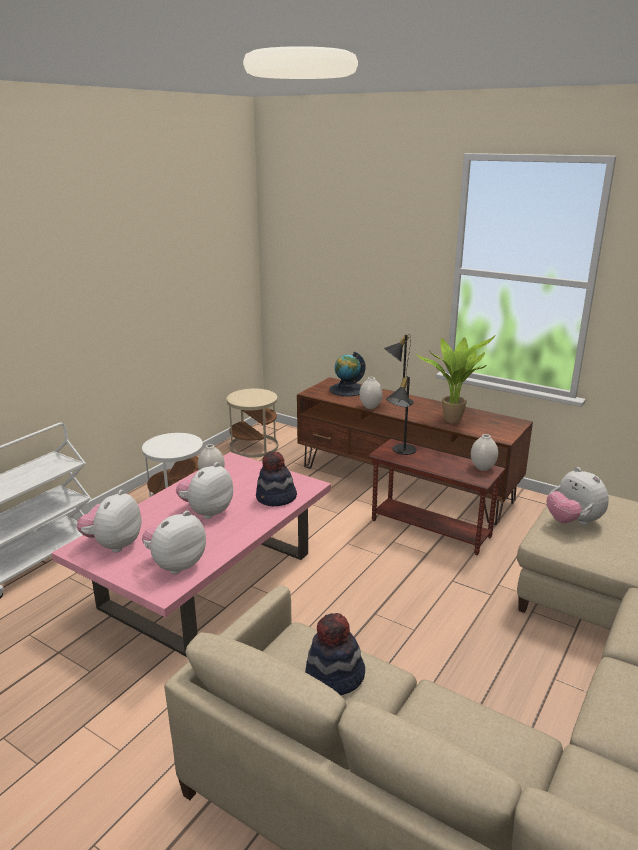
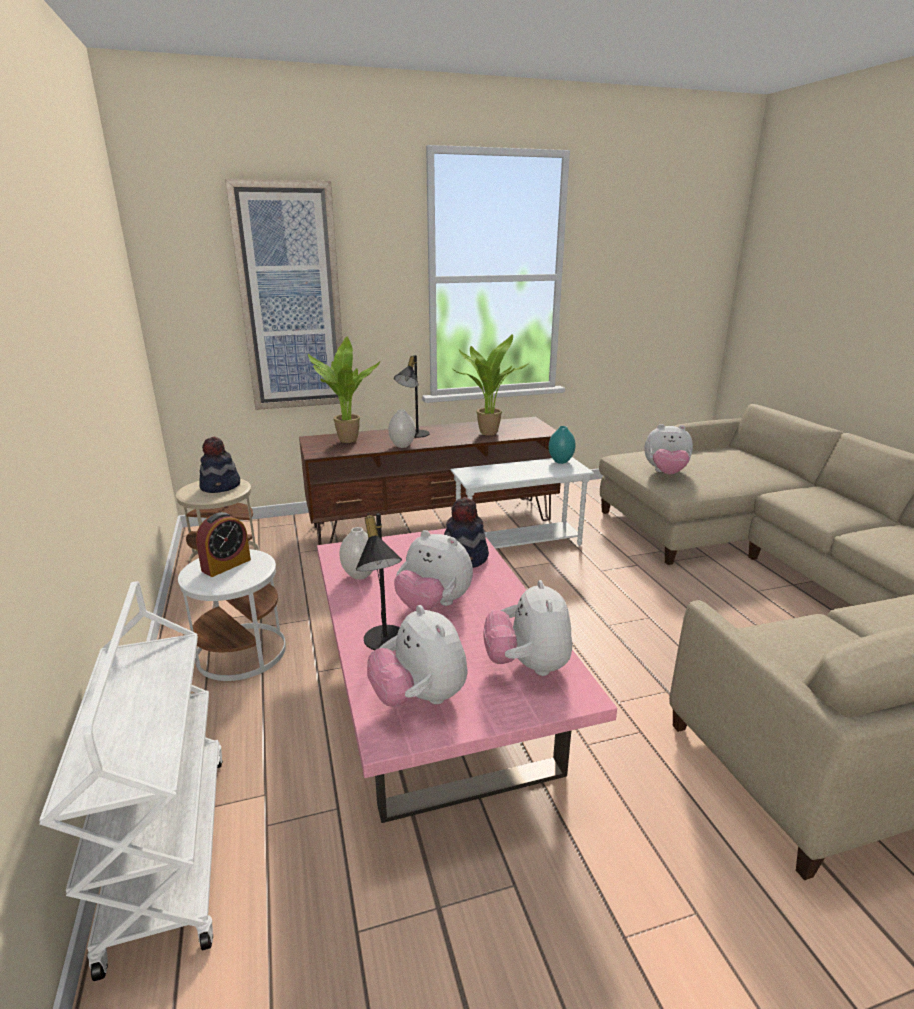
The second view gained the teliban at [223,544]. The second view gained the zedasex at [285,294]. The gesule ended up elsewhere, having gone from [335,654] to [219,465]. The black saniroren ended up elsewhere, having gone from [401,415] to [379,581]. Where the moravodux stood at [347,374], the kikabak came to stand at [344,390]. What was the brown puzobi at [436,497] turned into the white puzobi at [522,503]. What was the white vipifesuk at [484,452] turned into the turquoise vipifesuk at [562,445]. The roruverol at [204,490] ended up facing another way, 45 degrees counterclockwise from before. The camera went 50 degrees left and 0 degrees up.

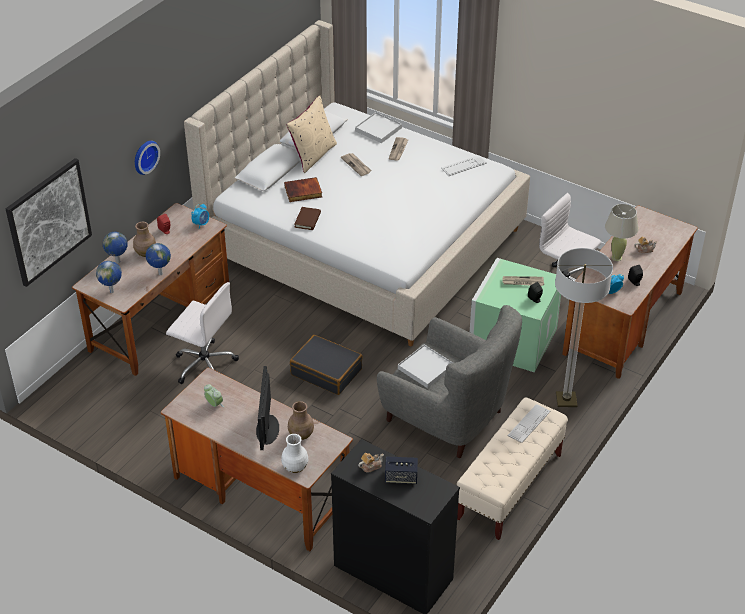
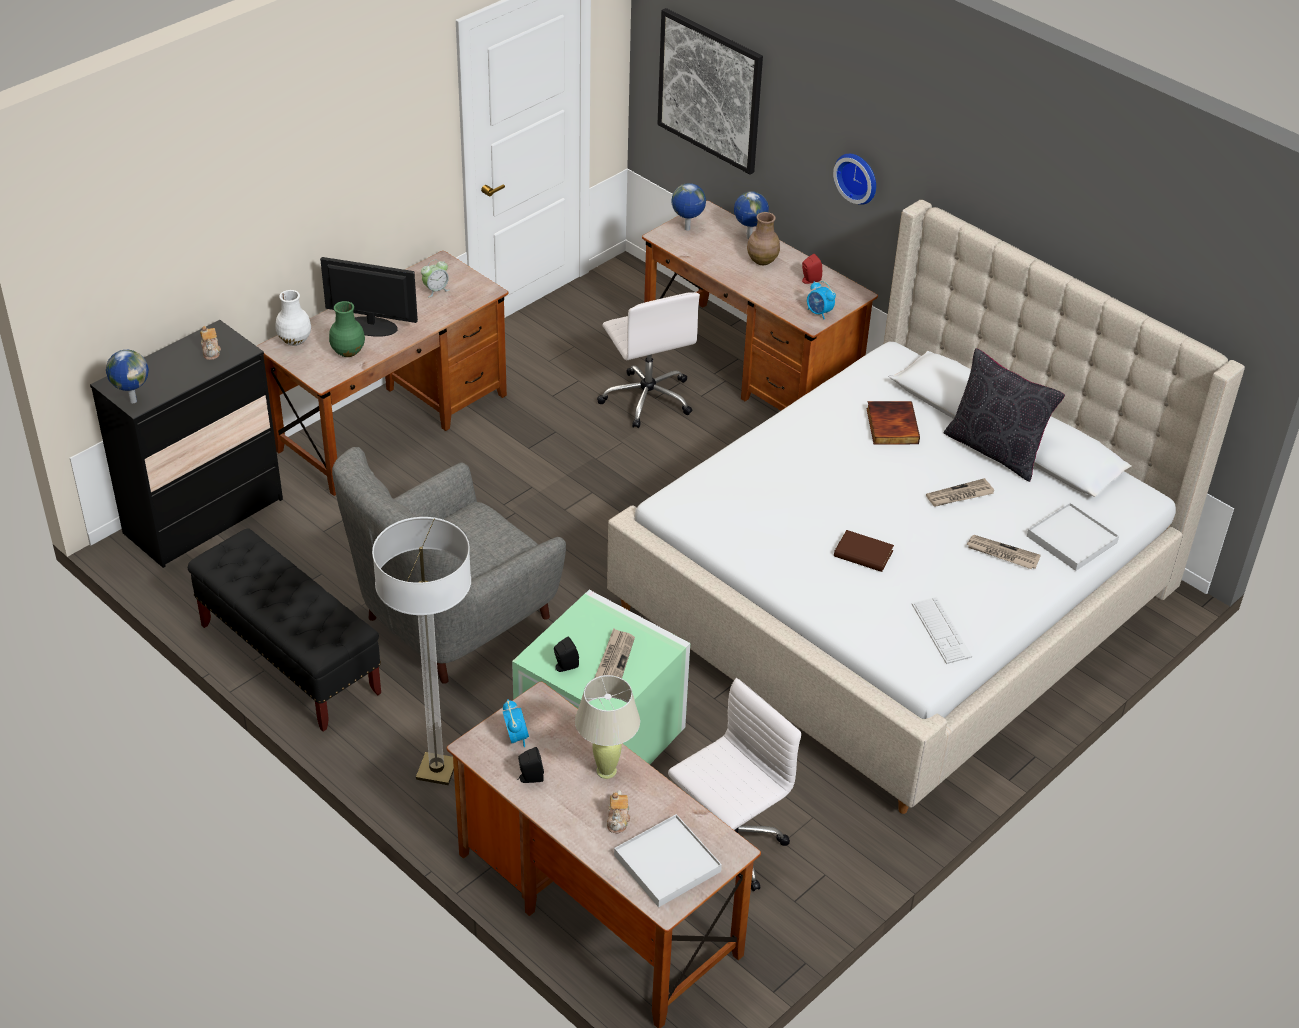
The second view lost the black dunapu at [326,365]. The second view lost the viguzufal at [401,470]. The second view lost the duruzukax at [529,423]. The moravodux ended up elsewhere, having gone from [158,259] to [127,376]. The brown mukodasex ended up elsewhere, having gone from [307,218] to [864,551]. The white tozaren ended up elsewhere, having gone from [425,366] to [668,860]. What was the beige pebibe at [312,134] turned into the black pebibe at [1004,415]. What was the brown vipifesuk at [301,420] turned into the green vipifesuk at [347,329]. What was the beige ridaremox at [512,468] turned into the black ridaremox at [284,630]. The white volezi at [202,333] ended up facing another way, 60 degrees counterclockwise from before. The camera went 100 degrees right and 0 degrees up.

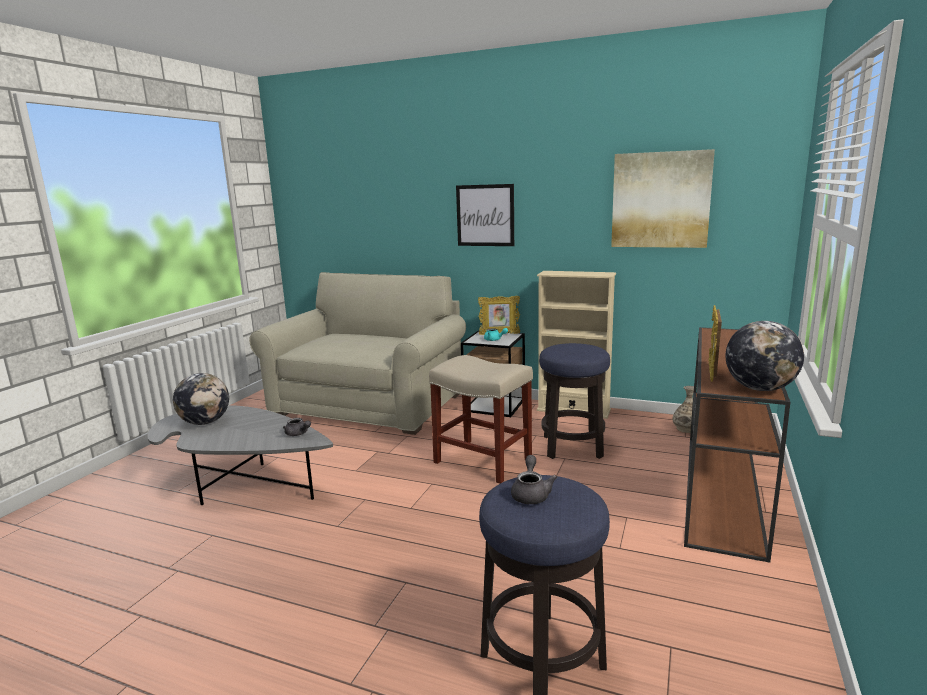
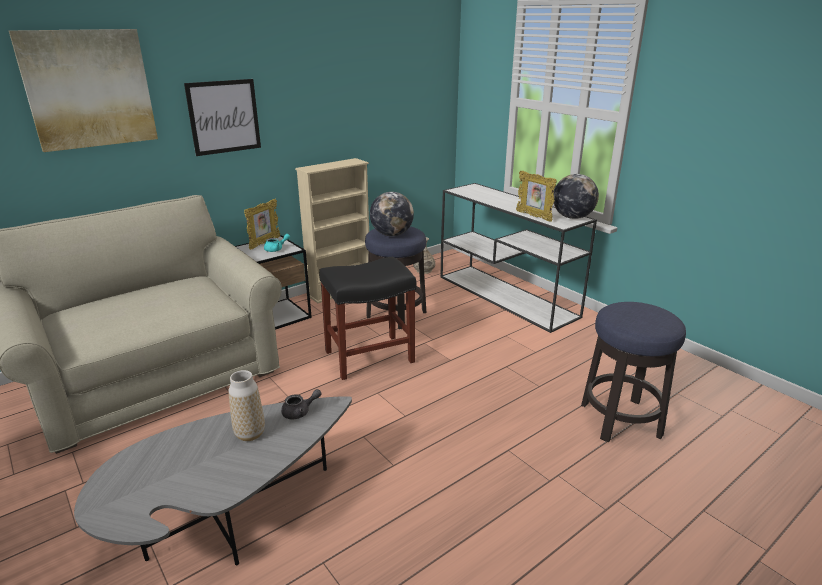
The second view lost the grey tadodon at [534,479]. The second view gained the vipifesuk at [247,405]. The moravodux ended up elsewhere, having gone from [201,399] to [392,214]. The zedasex ended up elsewhere, having gone from [663,198] to [83,90]. What was the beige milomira at [481,419] turned into the black milomira at [367,318]. What was the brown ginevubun at [737,445] turned into the white ginevubun at [519,258]. The camera went 60 degrees left and 10 degrees up.

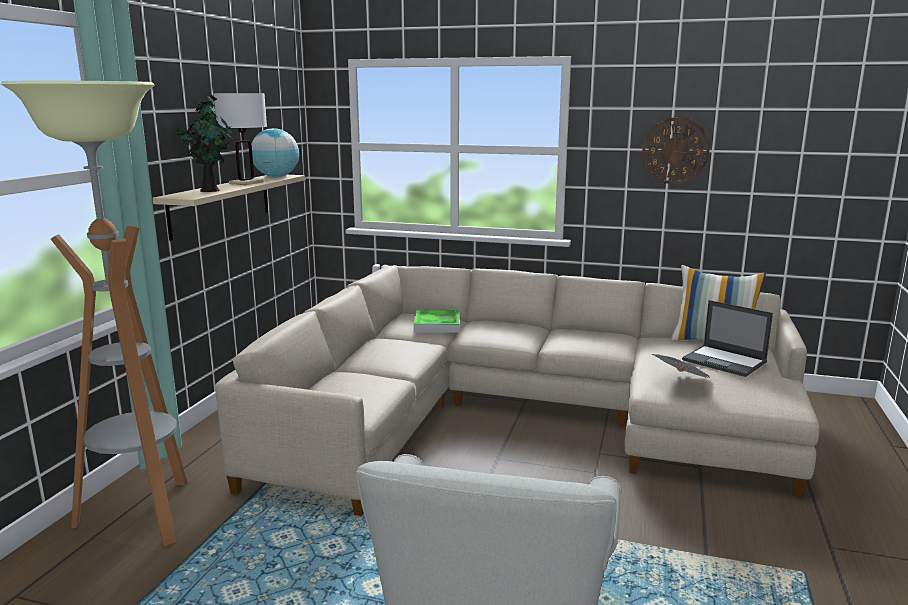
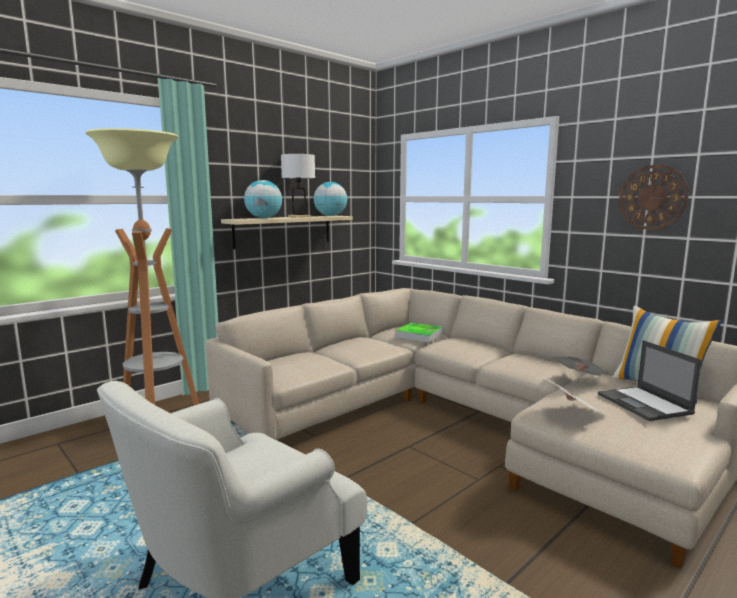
The second view gained the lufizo at [580,366]. Where the kikabak stood at [203,143], the moravodux came to stand at [263,199]. The camera went 30 degrees right and 5 degrees down.

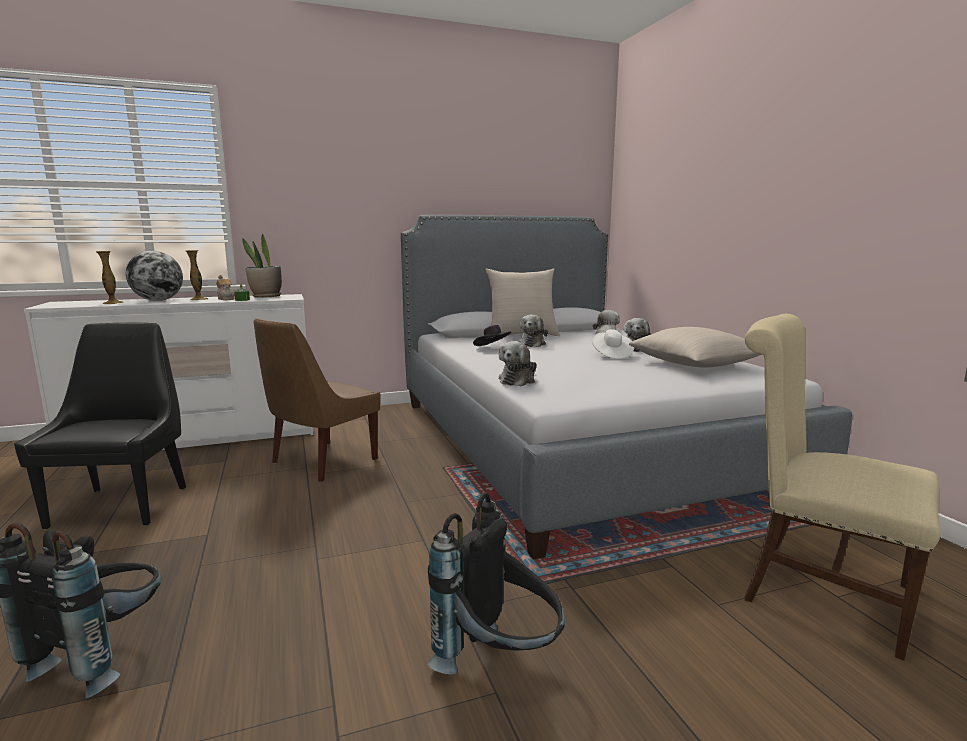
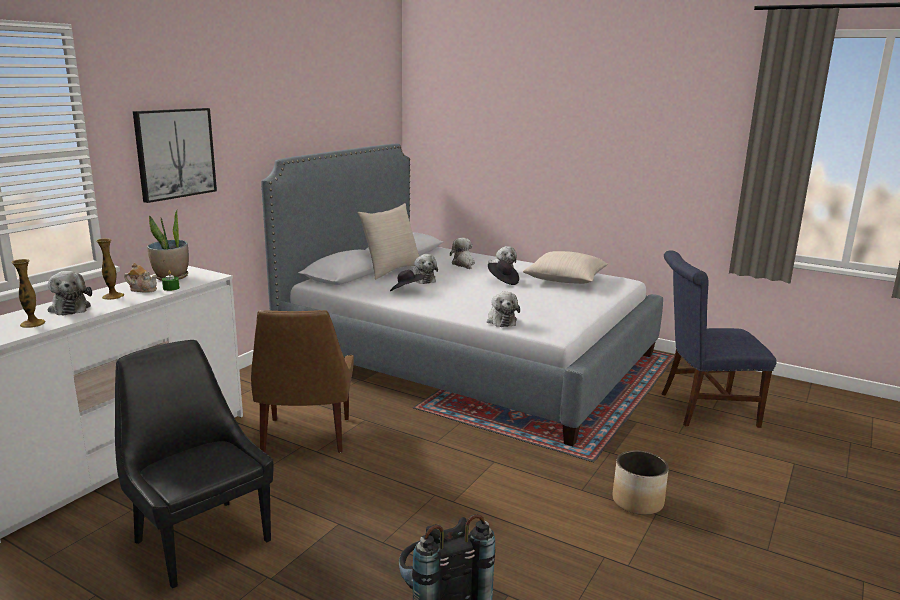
The second view gained the zedasex at [175,155]. Where the moravodux stood at [154,275], the roruverol came to stand at [70,293]. Where the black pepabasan stood at [496,583], the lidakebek came to stand at [641,483]. What was the white gesule at [612,344] turned into the black gesule at [503,272]. What was the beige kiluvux at [842,487] turned into the blue kiluvux at [719,339]. The camera went 40 degrees left and 5 degrees up.

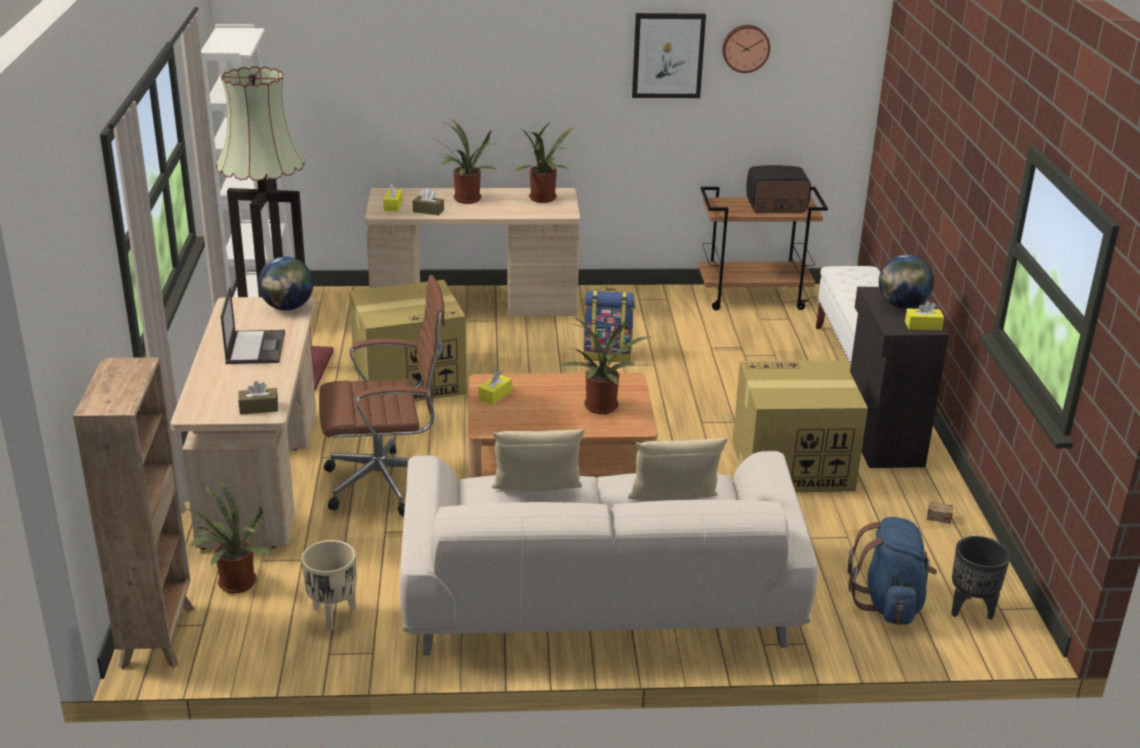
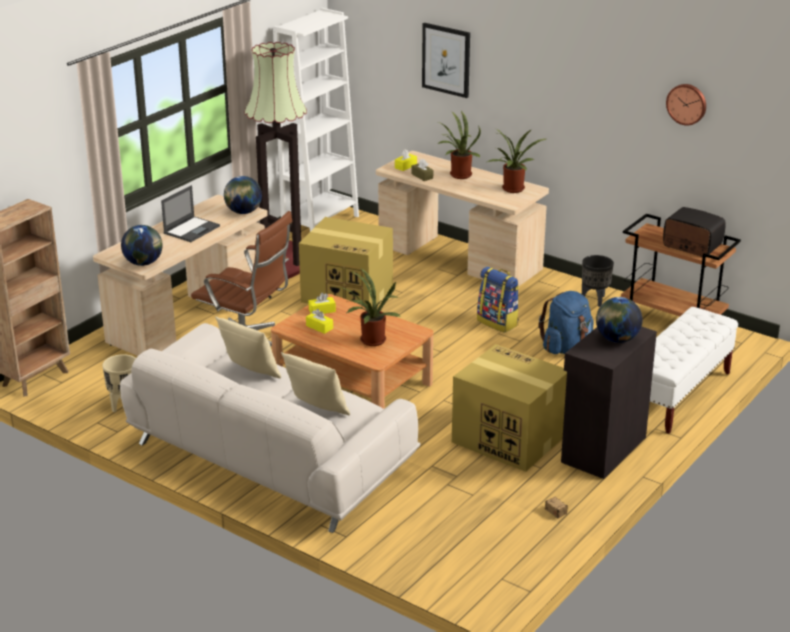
The second view lost the kikabak at [226,536]. The zedasex ended up elsewhere, having gone from [669,55] to [446,60]. The blue pepabasan ended up elsewhere, having gone from [892,571] to [566,322]. The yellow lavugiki ended up elsewhere, having gone from [924,315] to [319,321]. The black lidakebek ended up elsewhere, having gone from [980,578] to [598,281]. Where the brown lavugiki stood at [258,398], the moravodux came to stand at [142,245]. The camera went 40 degrees right and 0 degrees up.

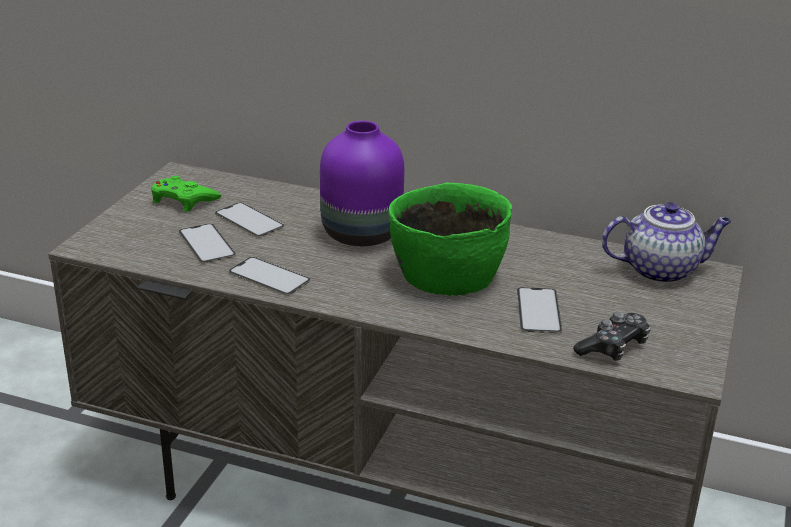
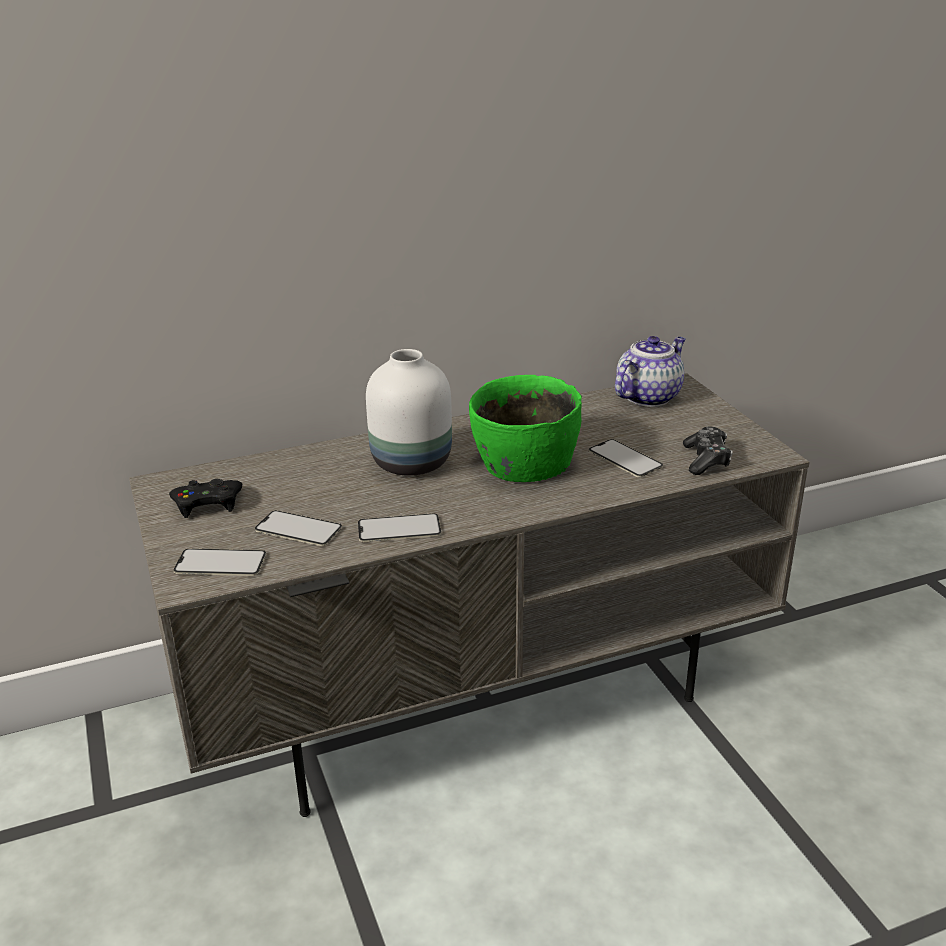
The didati ended up elsewhere, having gone from [249,220] to [219,562]. What was the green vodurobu at [186,194] turned into the black vodurobu at [205,498]. What was the purple vipifesuk at [362,183] turned into the white vipifesuk at [409,412]. The camera went 40 degrees left and 0 degrees up.

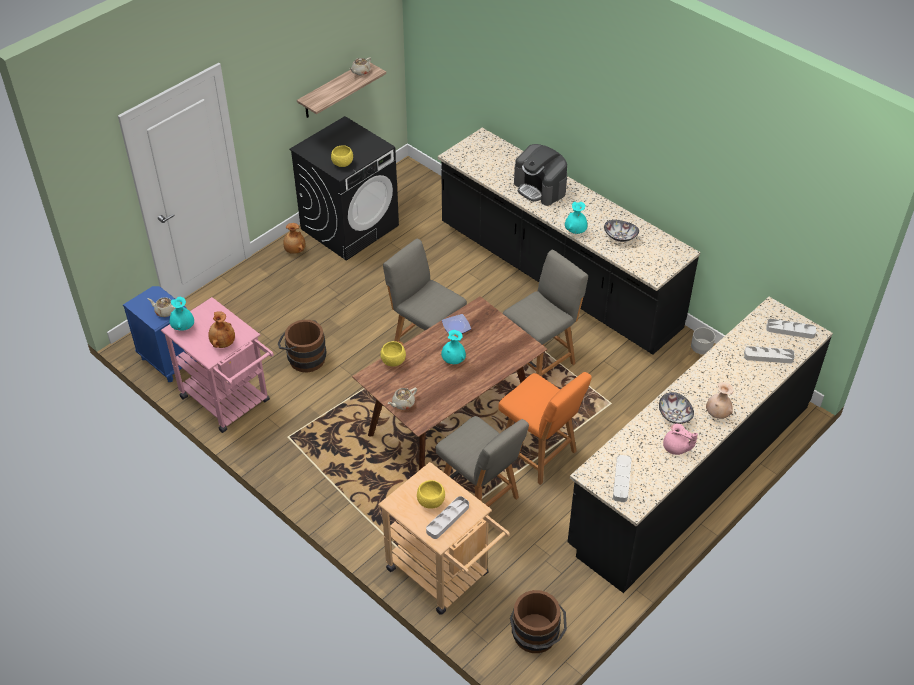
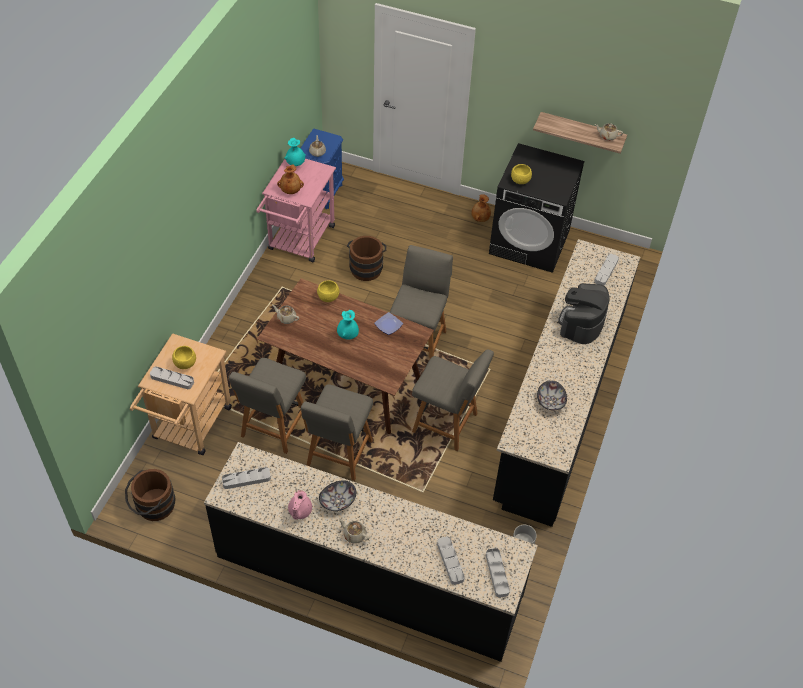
The second view lost the turquoise vipifesuk at [576,218]. The second view gained the grey tozaren at [606,269]. Where the beige vipifesuk stood at [719,400], the beige tadodon came to stand at [354,531]. What was the orange kiluvux at [545,428] turned into the grey kiluvux at [337,432]. The camera went 65 degrees right and 5 degrees up.

